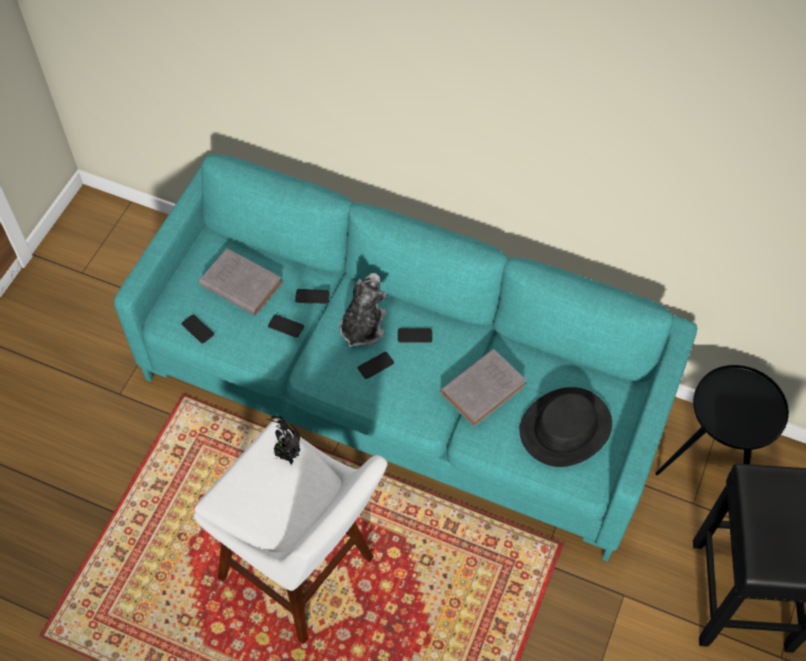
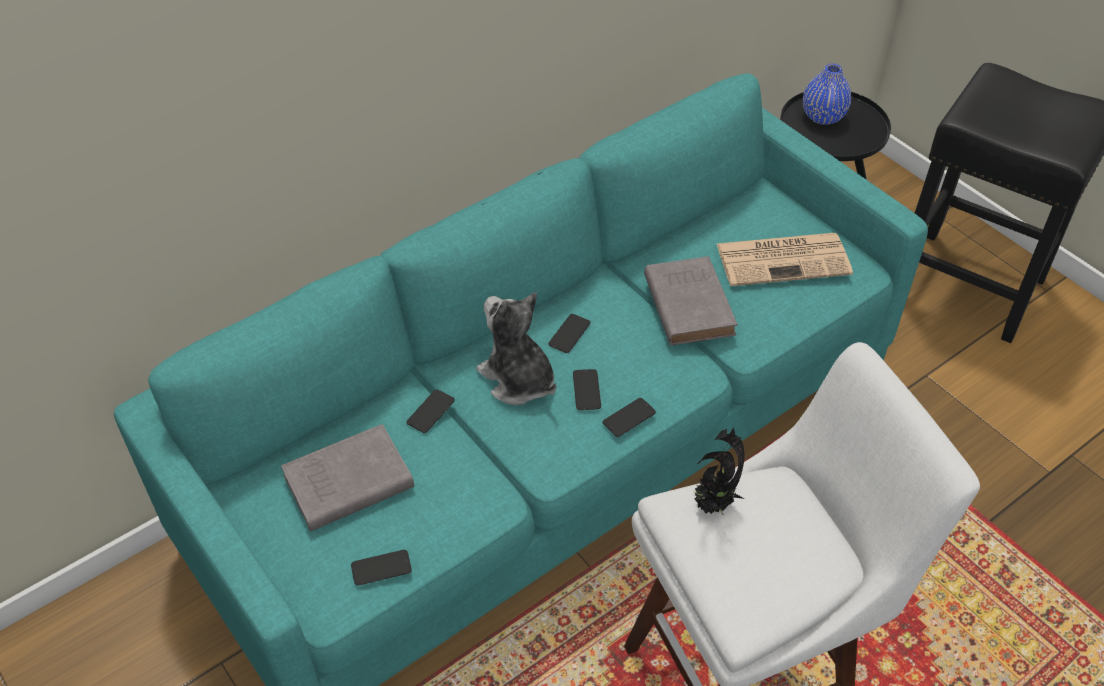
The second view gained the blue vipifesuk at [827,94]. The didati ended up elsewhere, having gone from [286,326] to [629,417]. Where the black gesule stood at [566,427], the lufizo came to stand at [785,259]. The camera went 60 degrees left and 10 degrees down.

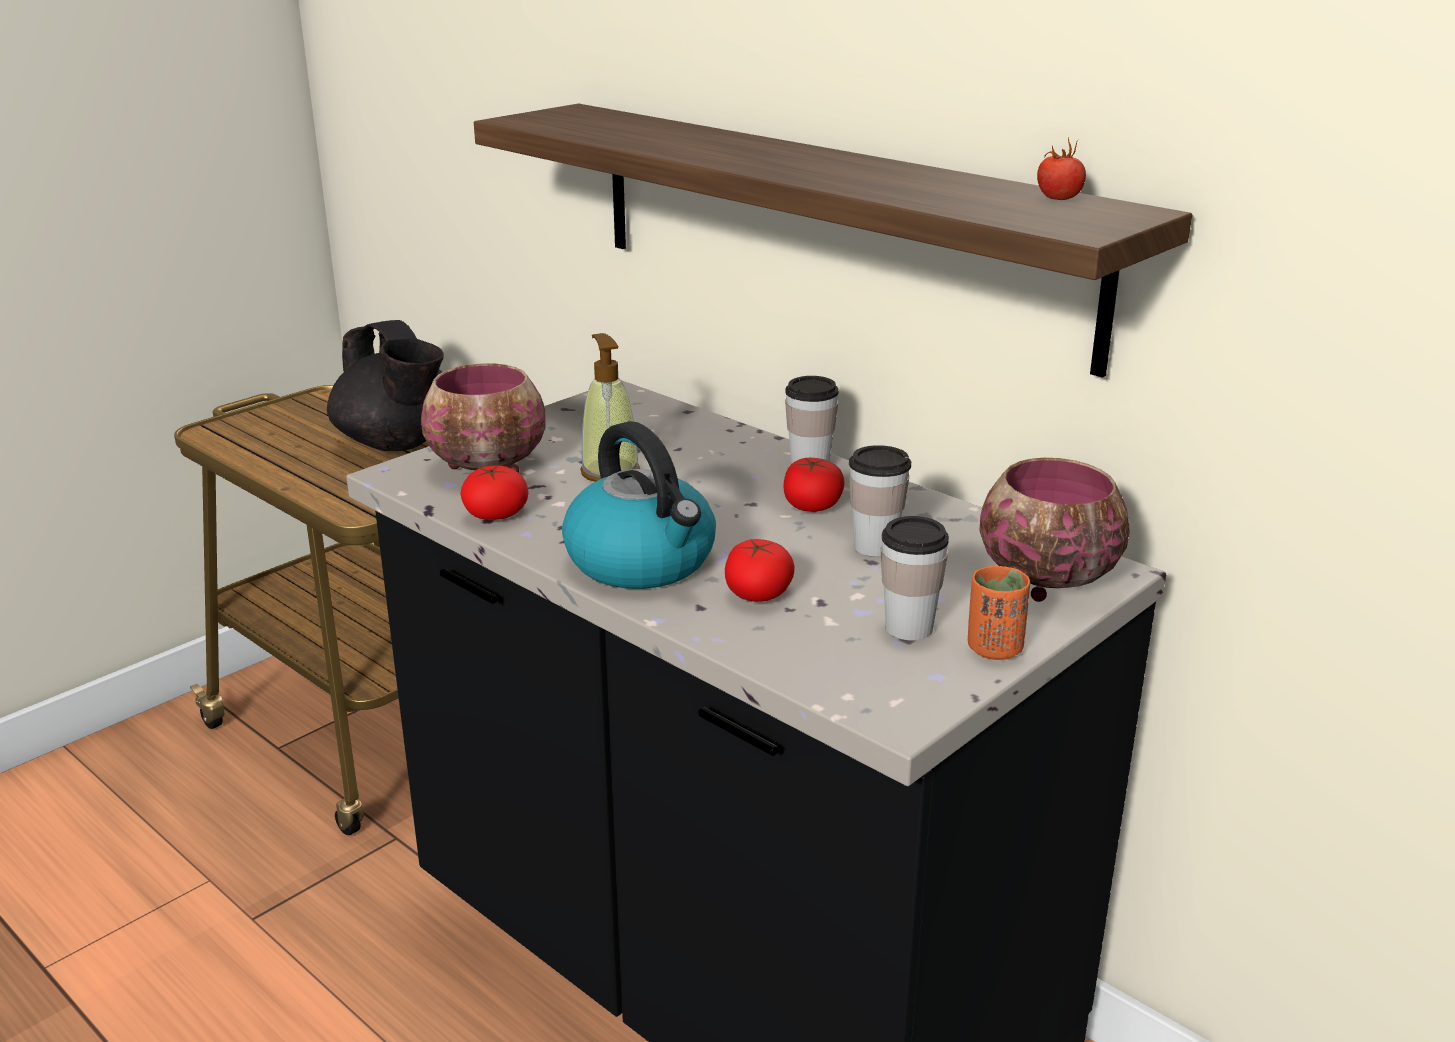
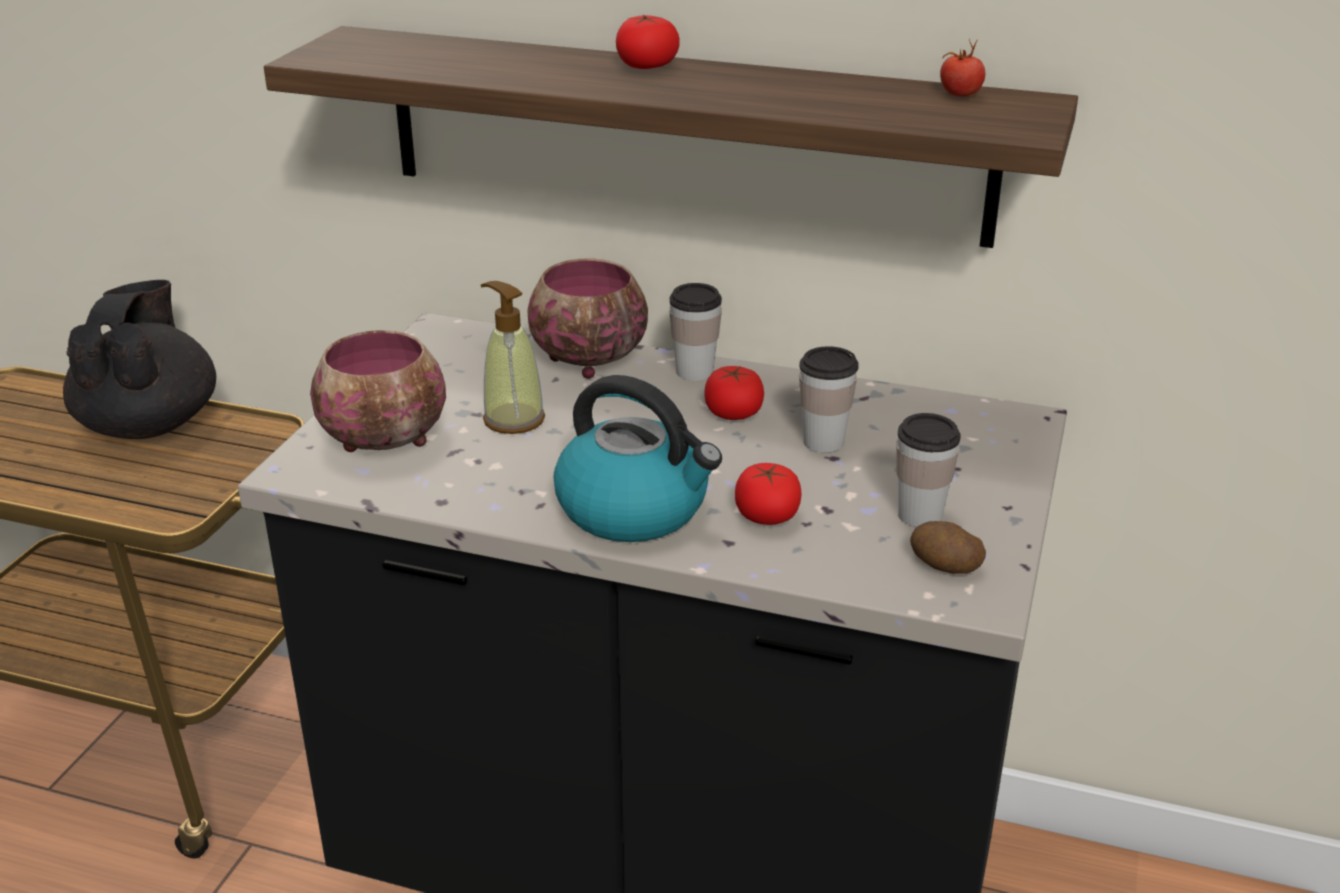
The second view lost the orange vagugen at [999,613]. The second view gained the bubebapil at [948,547]. The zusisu ended up elsewhere, having gone from [494,492] to [648,42]. The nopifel ended up elsewhere, having gone from [1054,530] to [587,318]. The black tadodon at [385,385] ended up facing another way, 120 degrees counterclockwise from before. The camera went 25 degrees left and 5 degrees up.

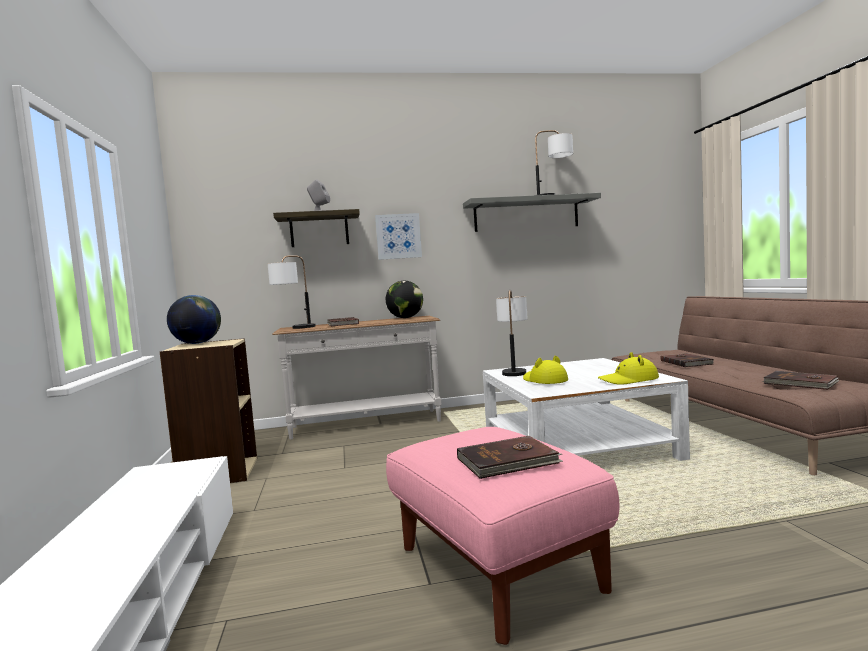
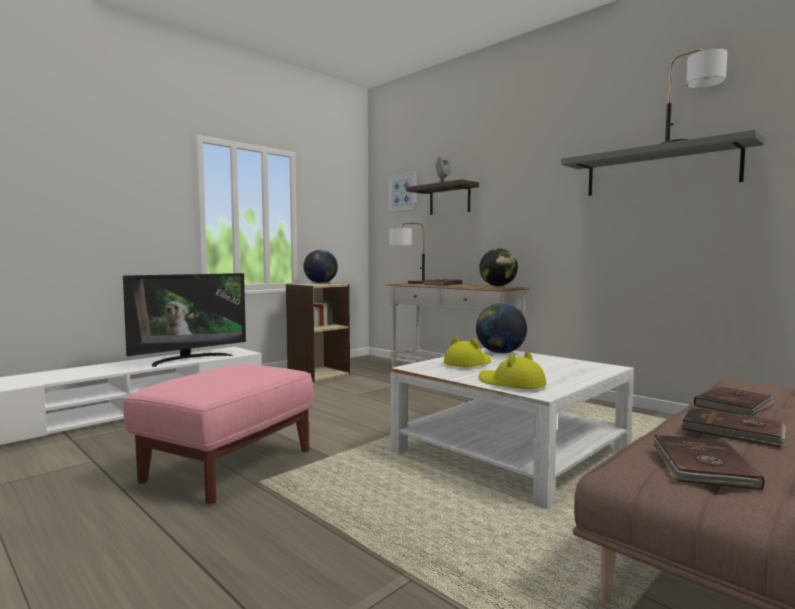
The second view gained the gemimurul at [184,320]. The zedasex ended up elsewhere, having gone from [398,236] to [402,192]. The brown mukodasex ended up elsewhere, having gone from [510,457] to [733,427]. Where the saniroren stood at [512,333], the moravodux came to stand at [501,328]. The camera went 55 degrees right and 0 degrees up.

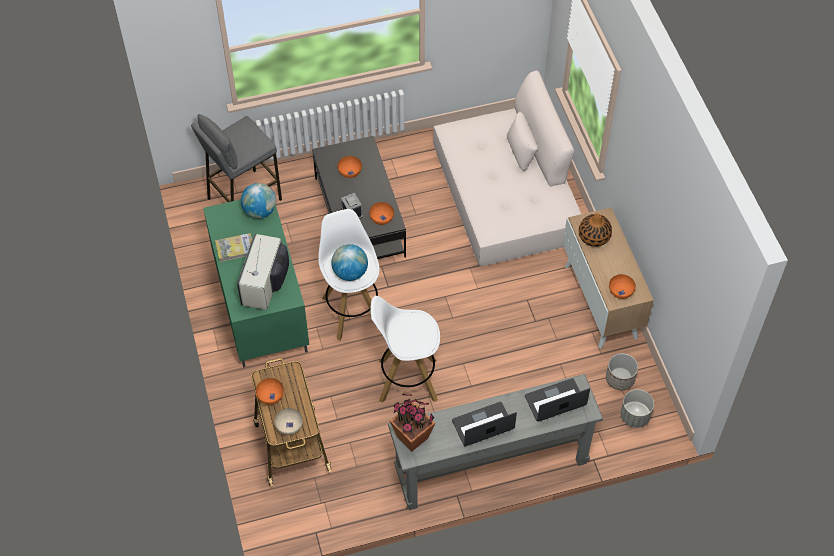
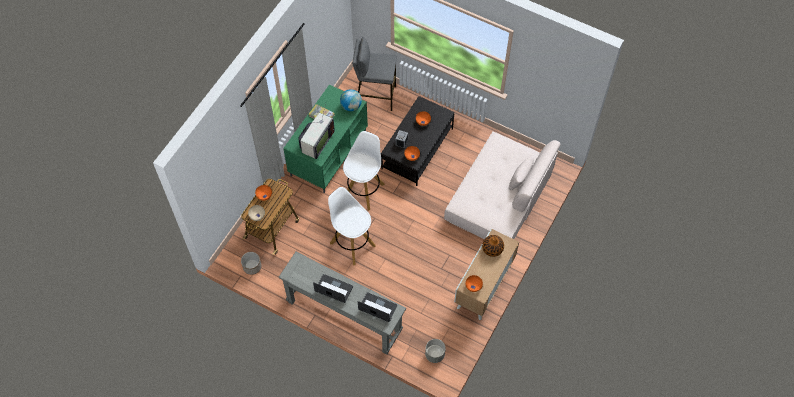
The second view lost the moravodux at [349,262]. The second view lost the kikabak at [412,422]. The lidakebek ended up elsewhere, having gone from [622,371] to [251,263]. The gemimurul at [263,272] ended up facing another way, 150 degrees clockwise from before. The camera went 45 degrees right and 5 degrees up.

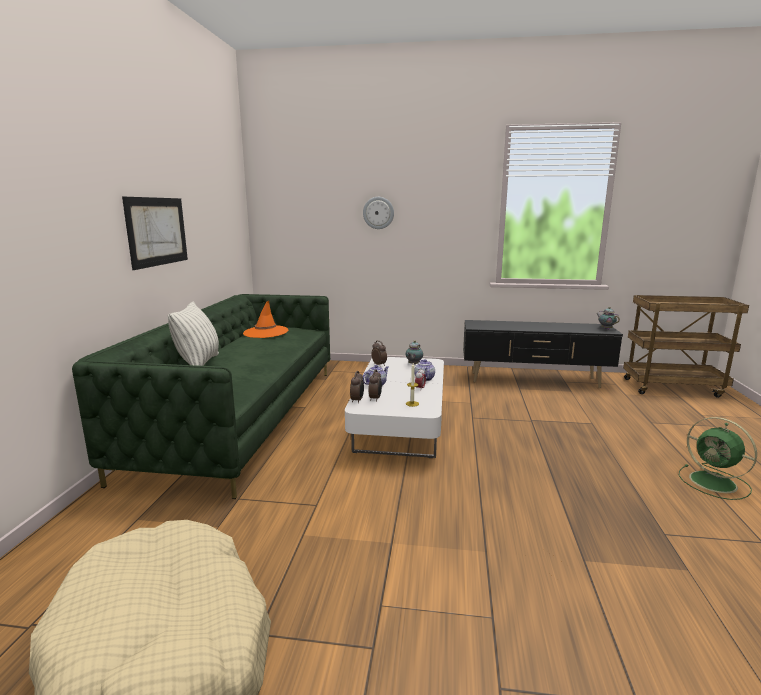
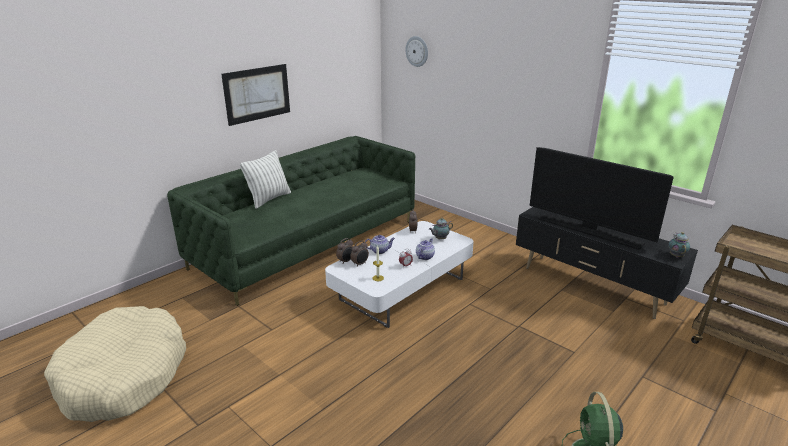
The second view lost the orange gesule at [265,319]. The second view gained the gemimurul at [602,198]. The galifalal ended up elsewhere, having gone from [378,213] to [416,51]. The camera went 35 degrees right and 10 degrees up.

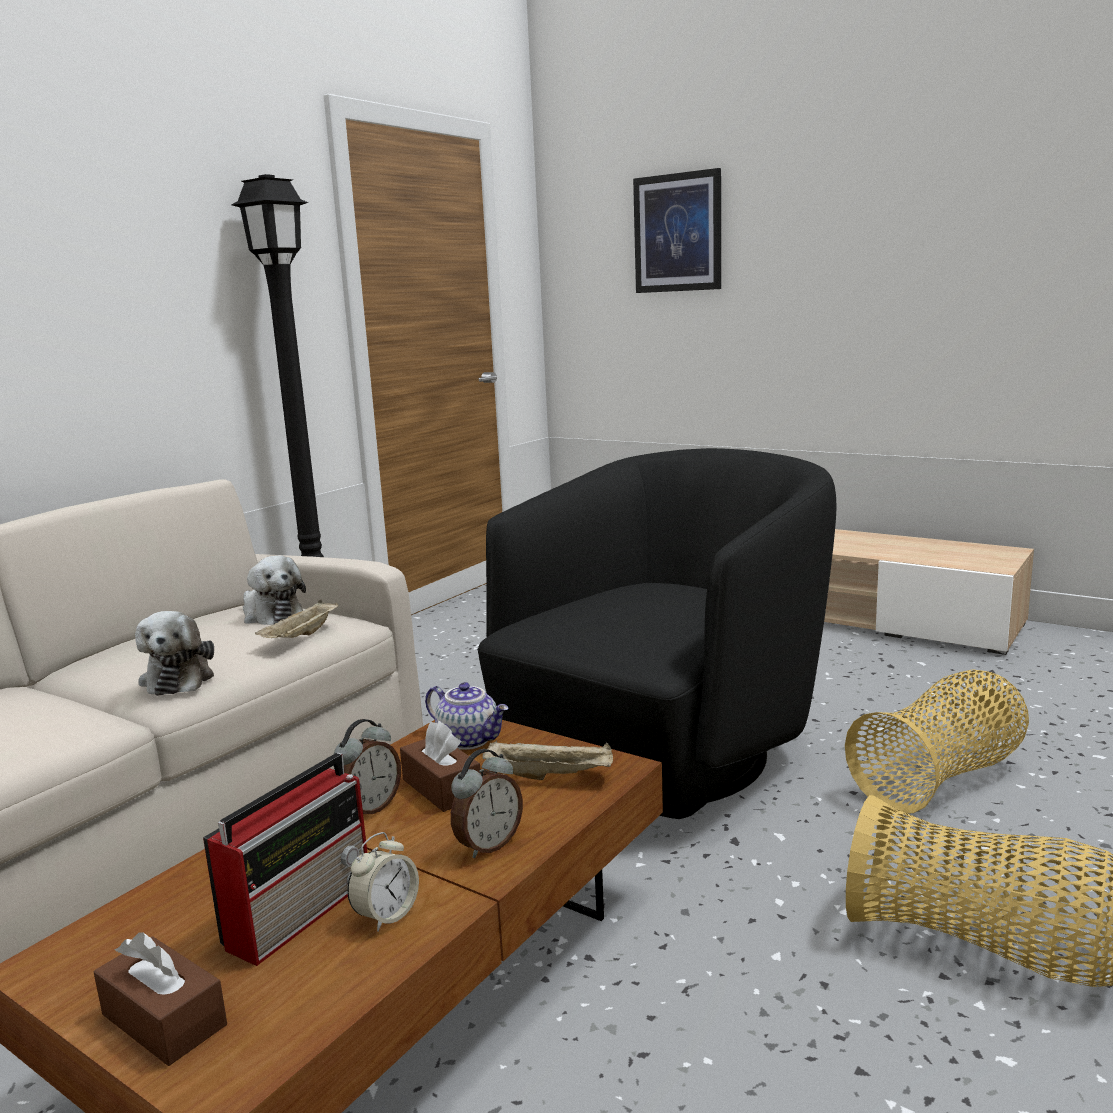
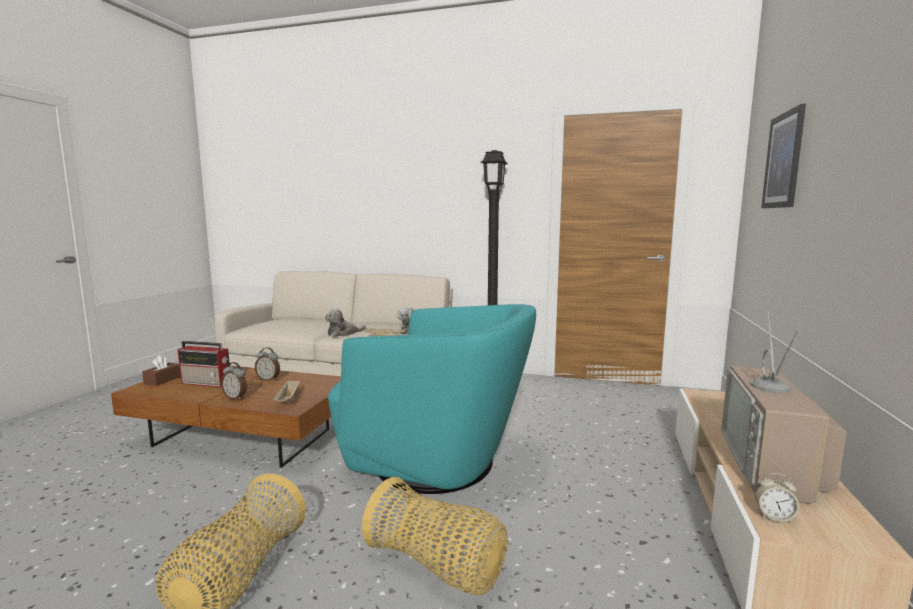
The second view lost the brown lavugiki at [440,766]. The second view lost the tadodon at [466,716]. The second view gained the gemimurul at [784,408]. The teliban ended up elsewhere, having gone from [383,882] to [777,498]. What was the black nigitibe at [656,633] turned into the turquoise nigitibe at [432,399]. The camera went 70 degrees right and 5 degrees down.

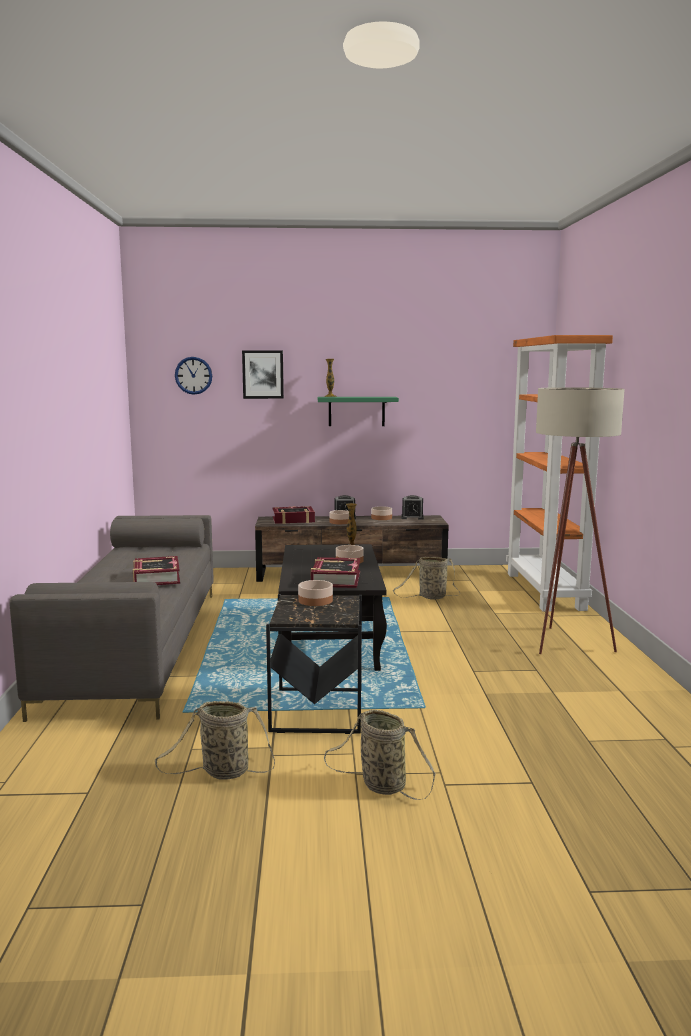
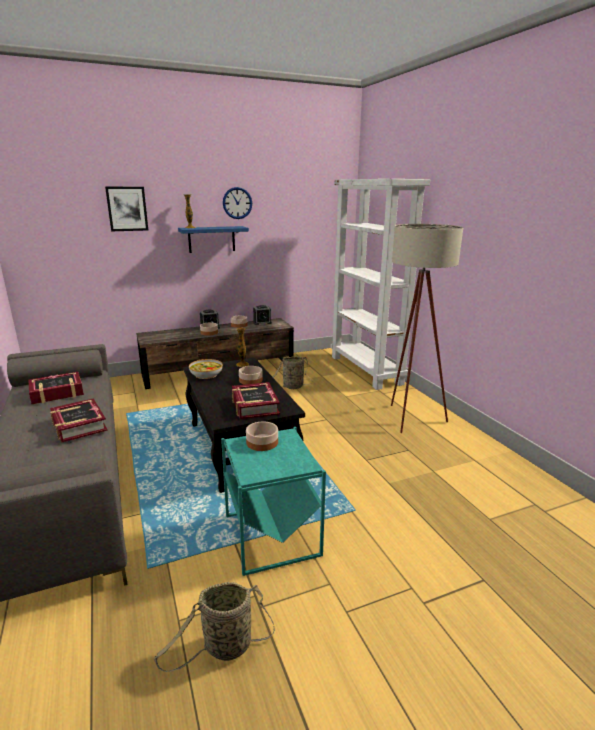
The second view lost the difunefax at [380,754]. The second view gained the nopifel at [206,369]. The galifalal ended up elsewhere, having gone from [193,376] to [237,203]. The mukodasex ended up elsewhere, having gone from [294,515] to [56,388]. What was the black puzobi at [314,664] turned into the turquoise puzobi at [273,501]. What was the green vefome at [358,411] turned into the blue vefome at [213,239]. What was the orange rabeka at [559,473] turned into the white rabeka at [380,284]. The camera went 20 degrees left and 10 degrees up.

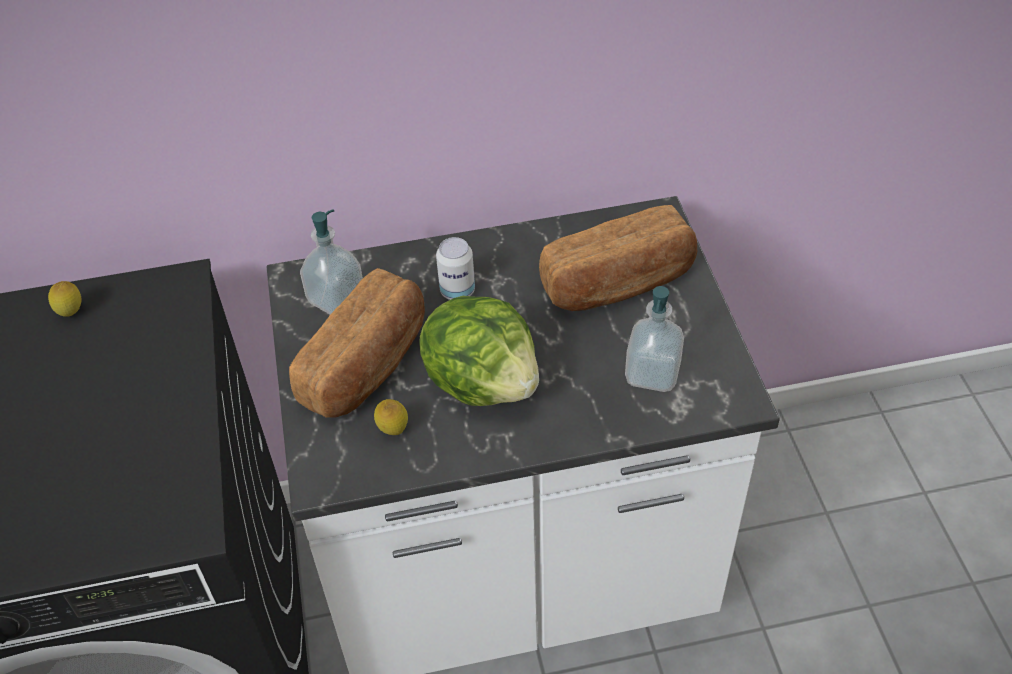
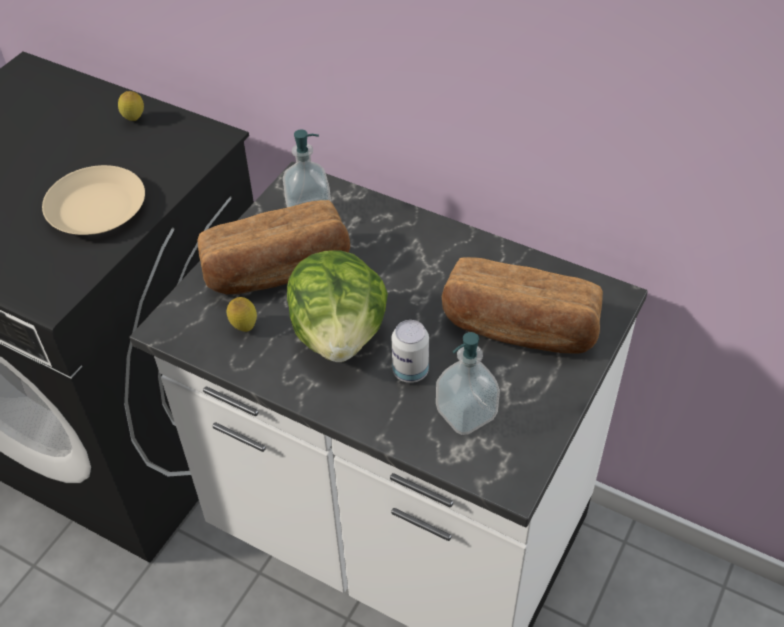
The second view gained the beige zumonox at [93,200]. The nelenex ended up elsewhere, having gone from [455,268] to [410,351]. The camera went 40 degrees right and 0 degrees up.

